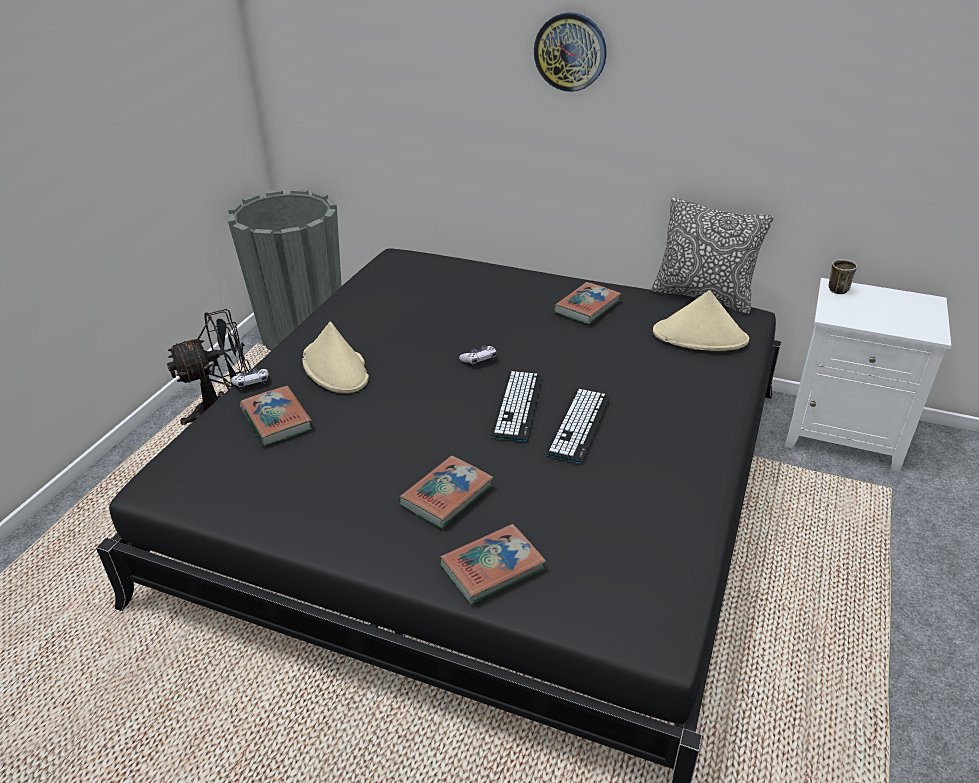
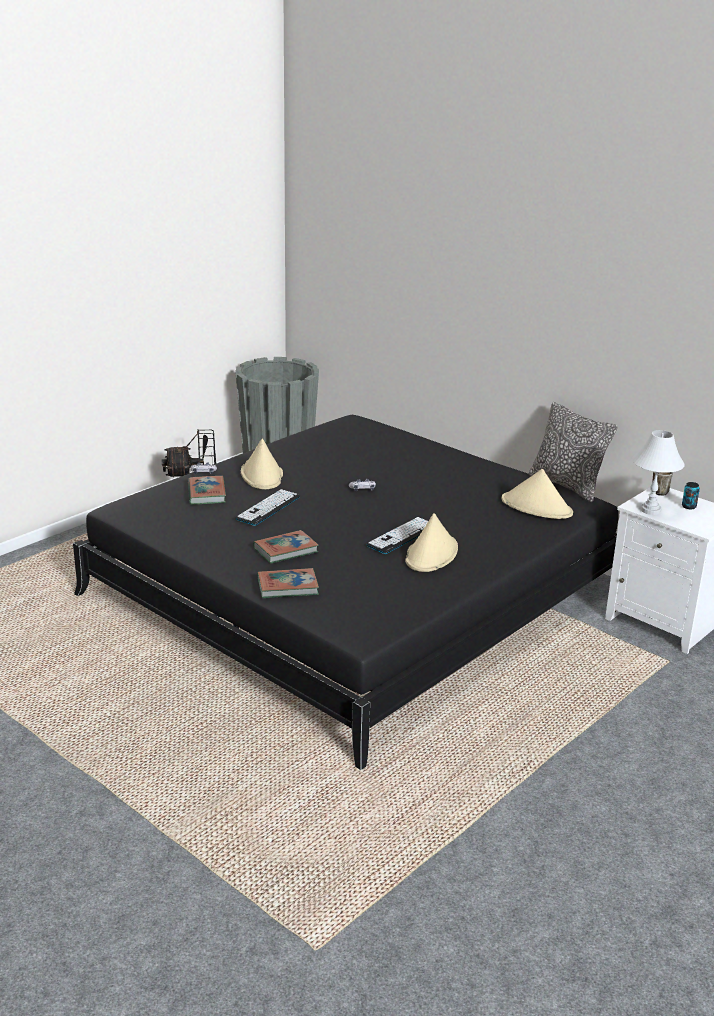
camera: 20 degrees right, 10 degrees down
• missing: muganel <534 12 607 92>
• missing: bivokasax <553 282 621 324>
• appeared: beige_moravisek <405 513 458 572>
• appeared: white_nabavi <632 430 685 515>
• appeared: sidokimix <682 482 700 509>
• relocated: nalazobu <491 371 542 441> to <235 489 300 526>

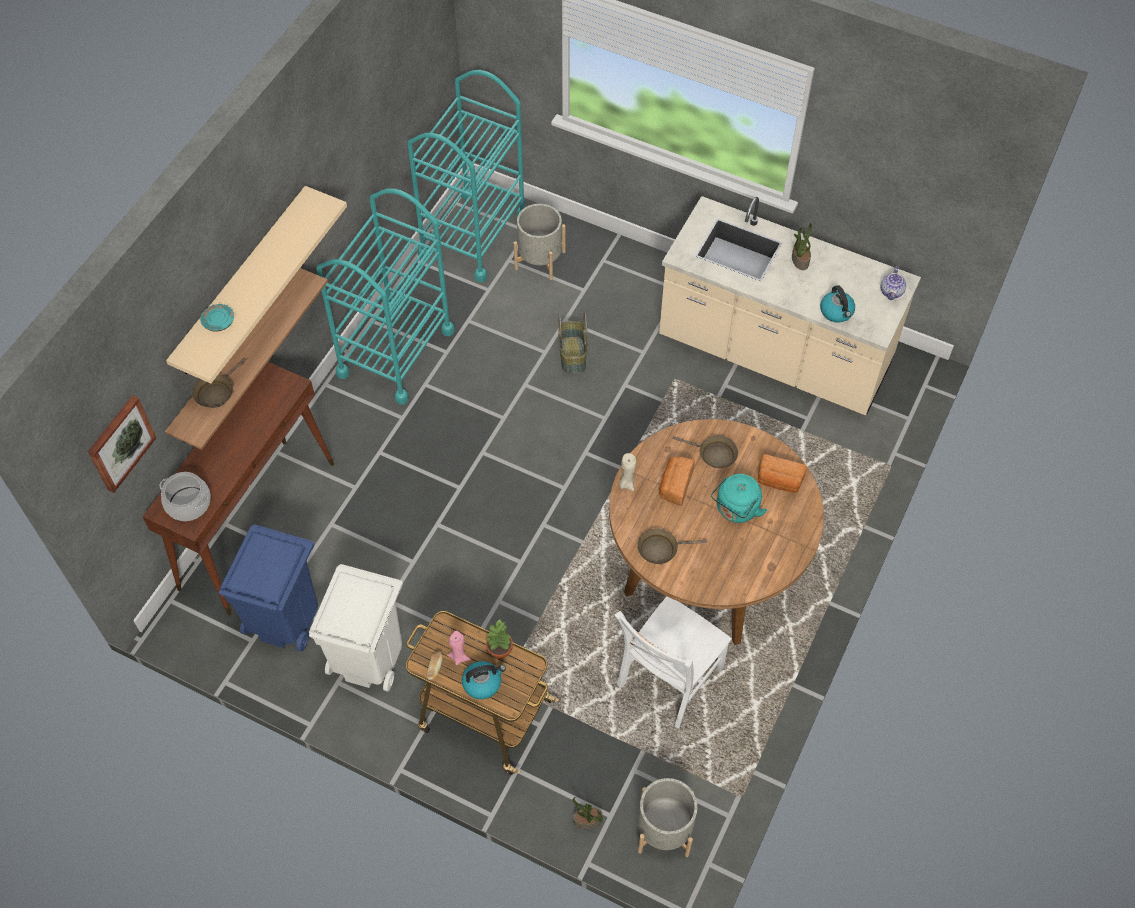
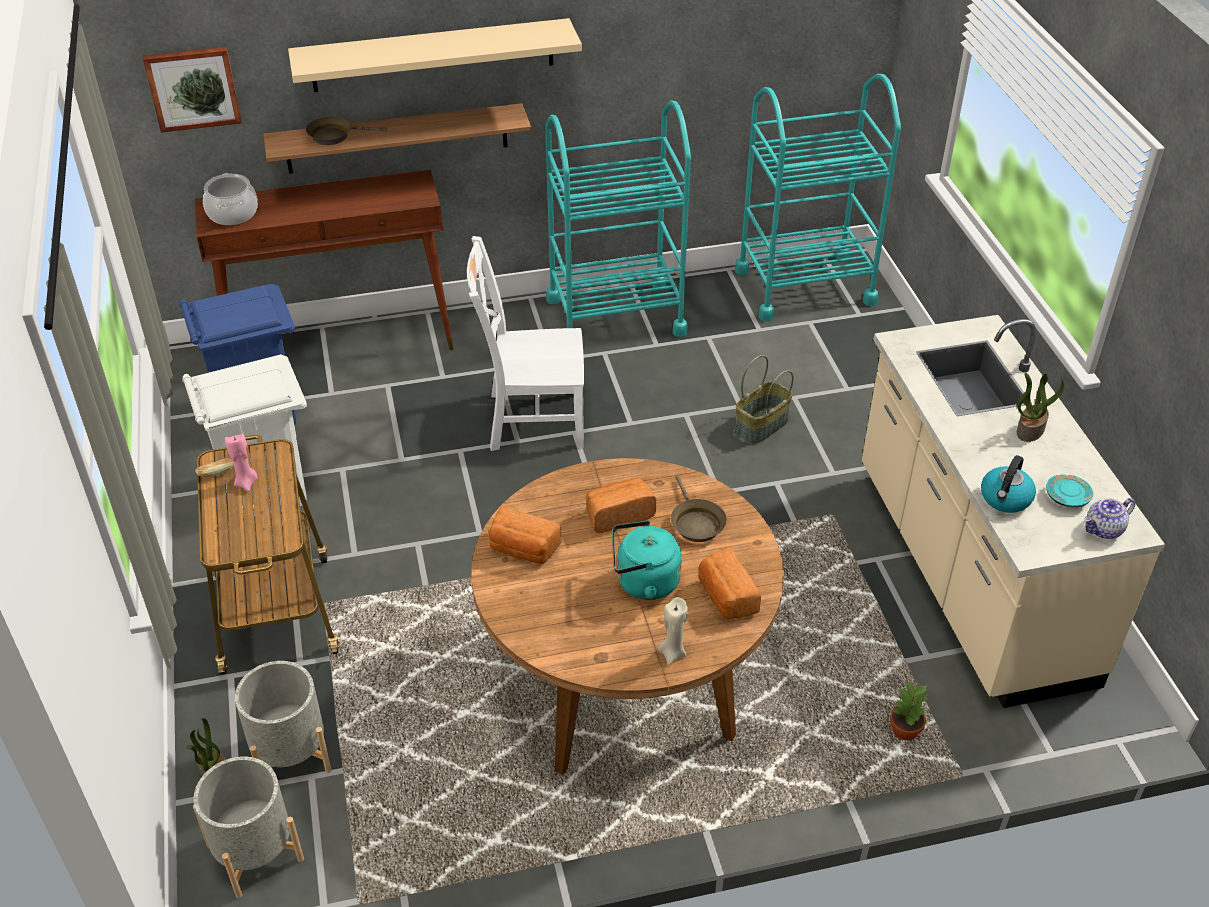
camera: 50 degrees right, 15 degrees down
• missing: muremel <462 661 506 699>
• relocated: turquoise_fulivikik <200 304 234 332> to <1046 474 1093 508>
• relocated: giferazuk <485 620 513 659> to <890 681 928 740>
• relocated: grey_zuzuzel <514 204 566 280> to <235 661 331 773>
• relocated: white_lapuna <615 596 732 728> to <467 236 584 451>
• relocated: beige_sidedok <619 453 636 491> to <658 597 688 665>
• exchanged: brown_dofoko <637 529 707 564> to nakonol <489 507 562 564>

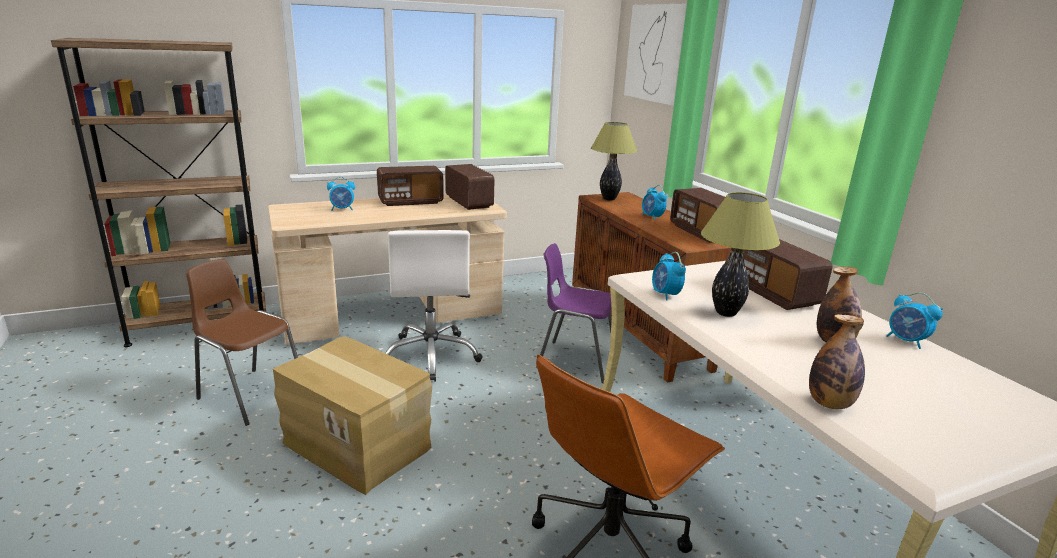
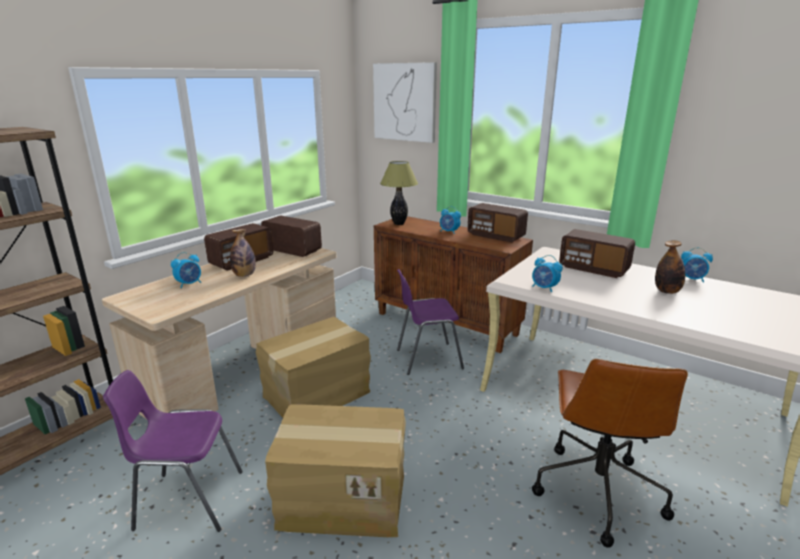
camera: 30 degrees left, 0 degrees up
• missing: nabavi <701 192 780 317>
• relocated: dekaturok <809 314 865 409> to <230 229 256 277>
• exchanged: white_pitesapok <385 230 483 382> to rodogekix <256 317 371 418>
• colour: brown_lapuna <186 259 298 426> to purple_lapuna <103 370 243 532>

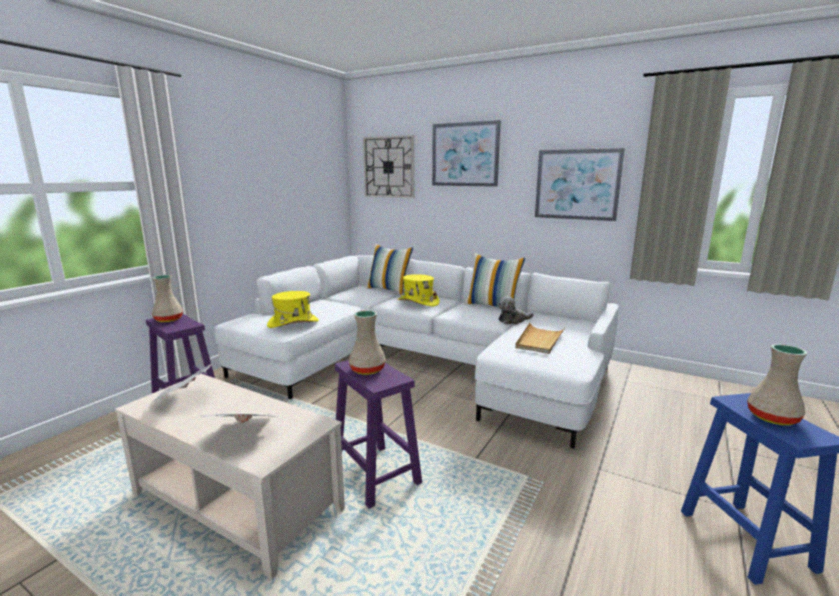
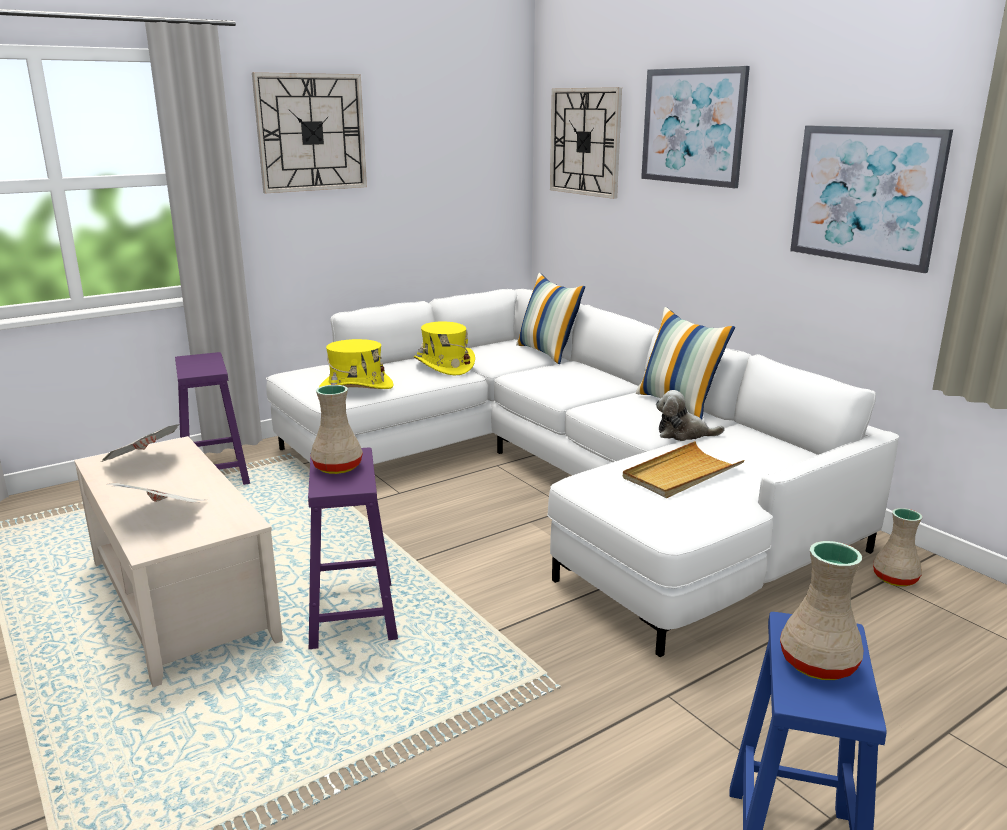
camera: 25 degrees right, 5 degrees up
• appeared: muganel <252 72 367 193>
• relocated: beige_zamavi <152 275 183 322> to <873 508 922 587>
• relocated: yellow_moravisek <398 274 439 306> to <414 321 475 375>

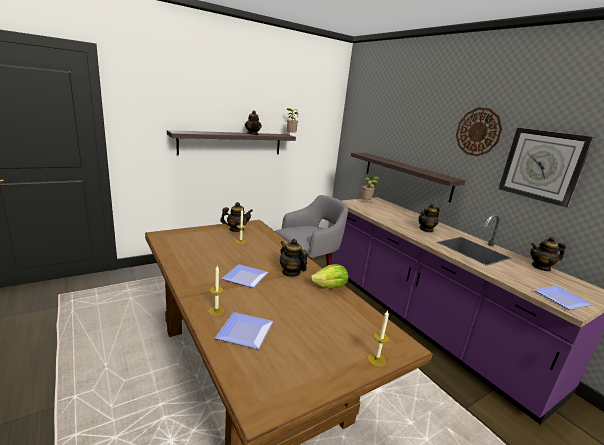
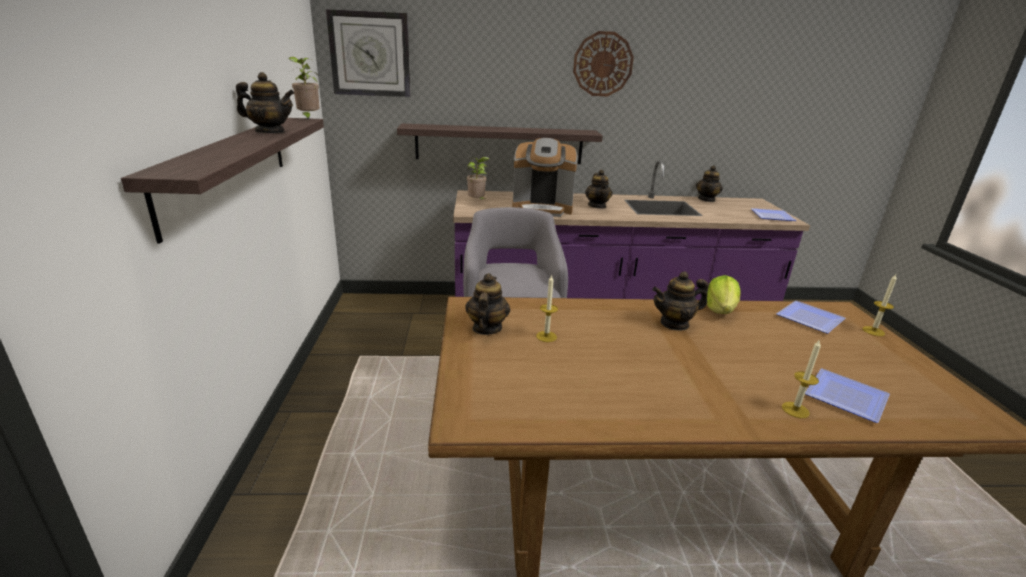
camera: 60 degrees left, 5 degrees up
• appeared: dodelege <512 138 577 217>
• relocated: fulivikik <221 264 268 288> to <776 301 846 333>
• relocated: muganel <499 127 594 208> to <326 9 411 97>

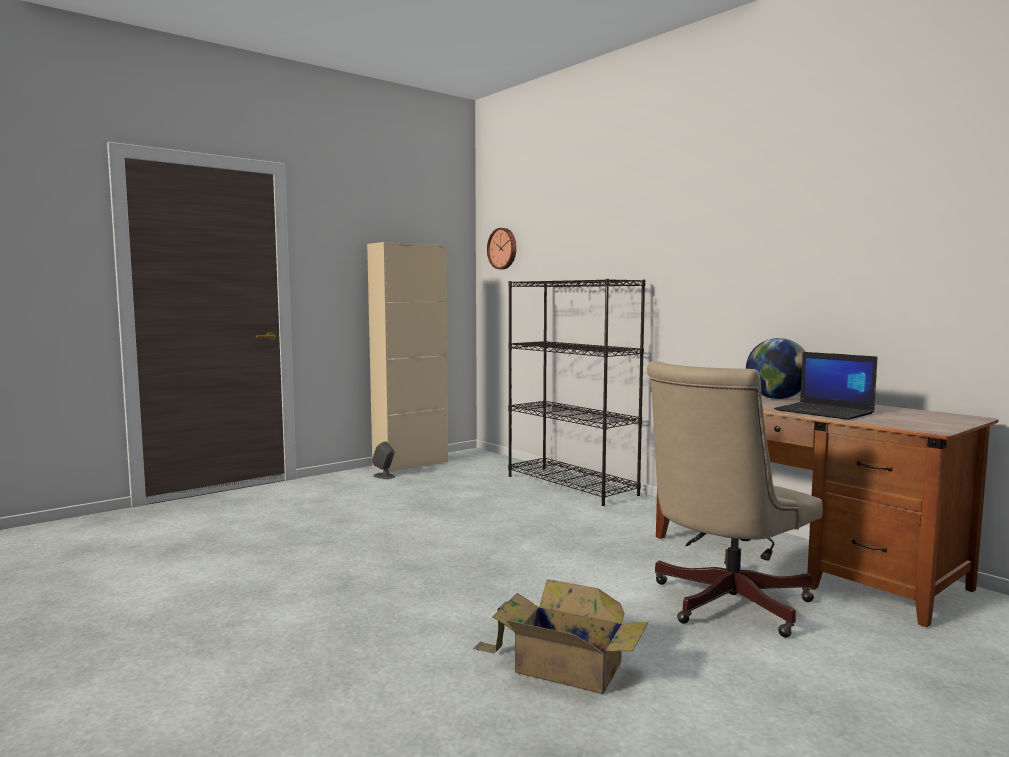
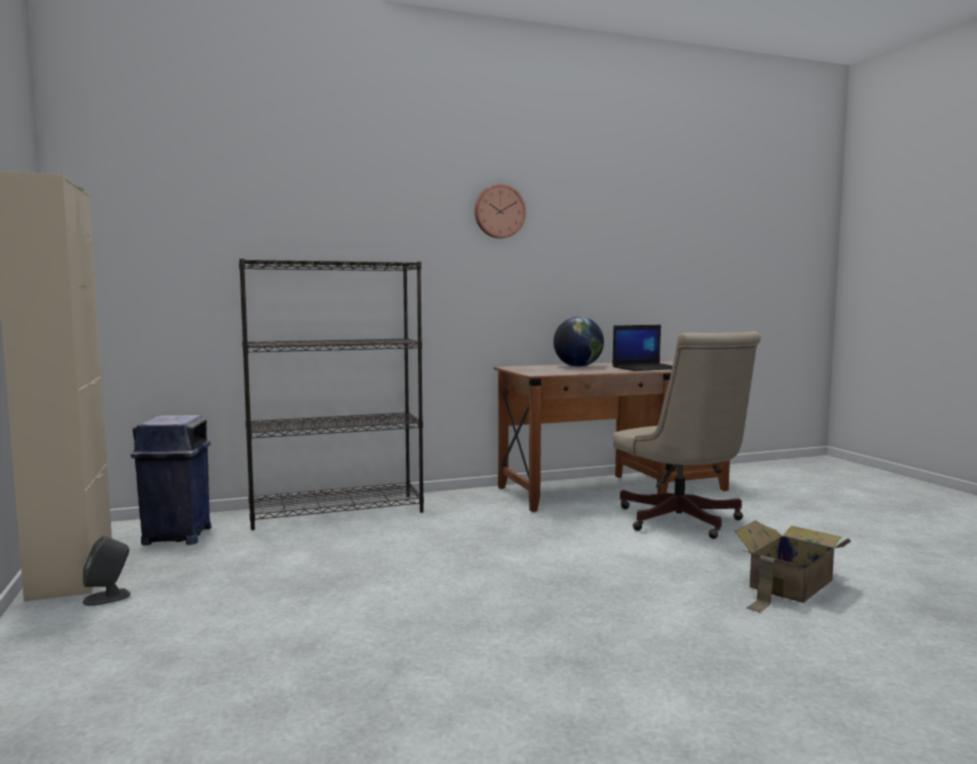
camera: 70 degrees left, 0 degrees up
• appeared: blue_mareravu <131 415 212 545>
• relocated: muganel <487 228 517 269> to <474 184 526 238>

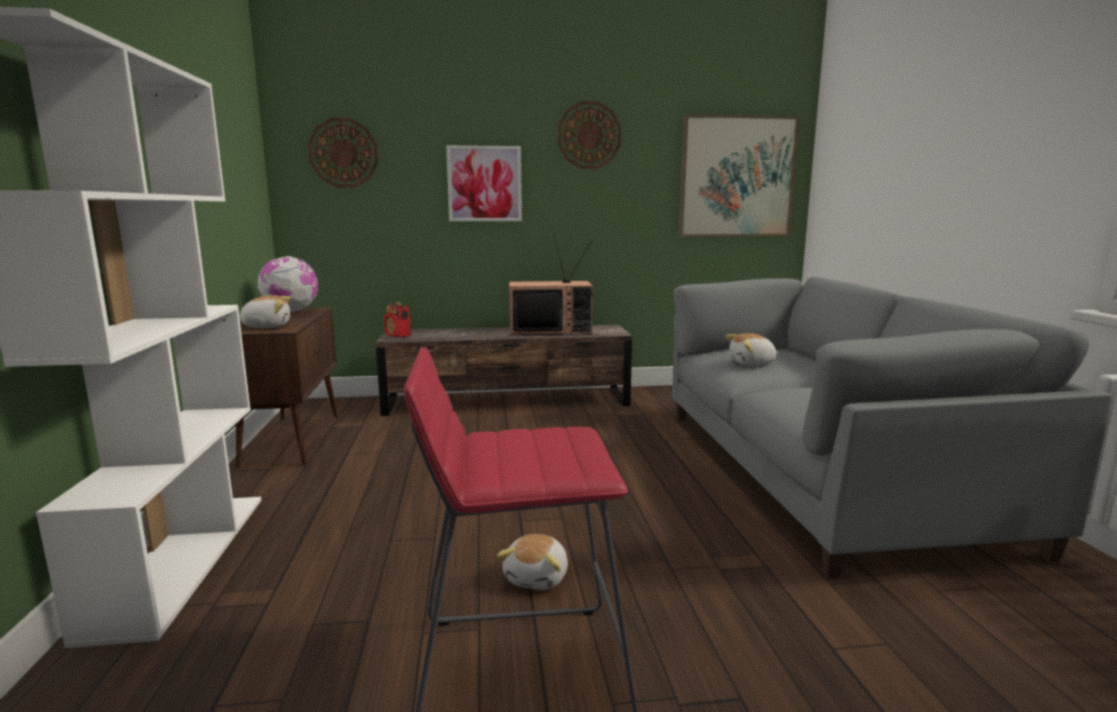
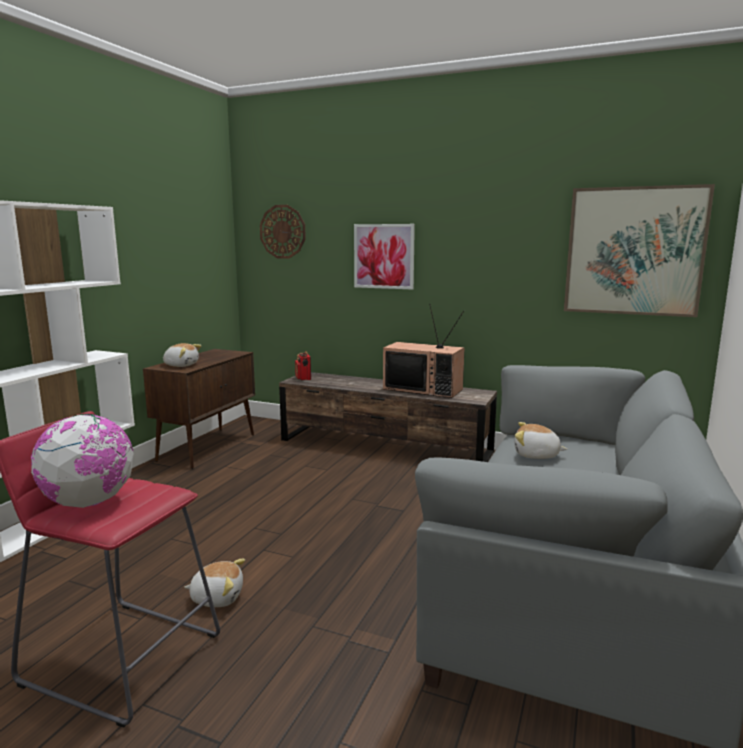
camera: 30 degrees right, 0 degrees up
• missing: muganel <558 101 621 169>
• relocated: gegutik <258 256 318 312> to <31 414 134 508>
• spun: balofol <497 534 568 590> = <184 559 245 607> 135 degrees counterclockwise

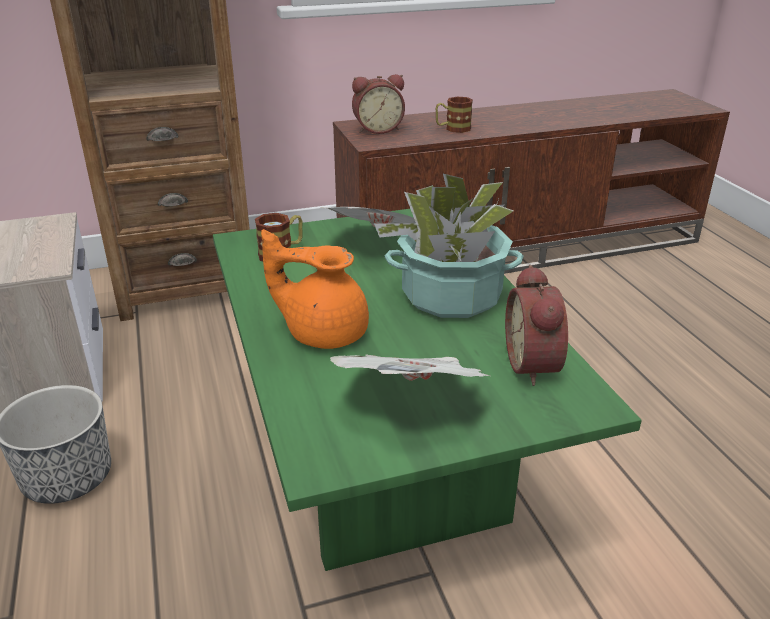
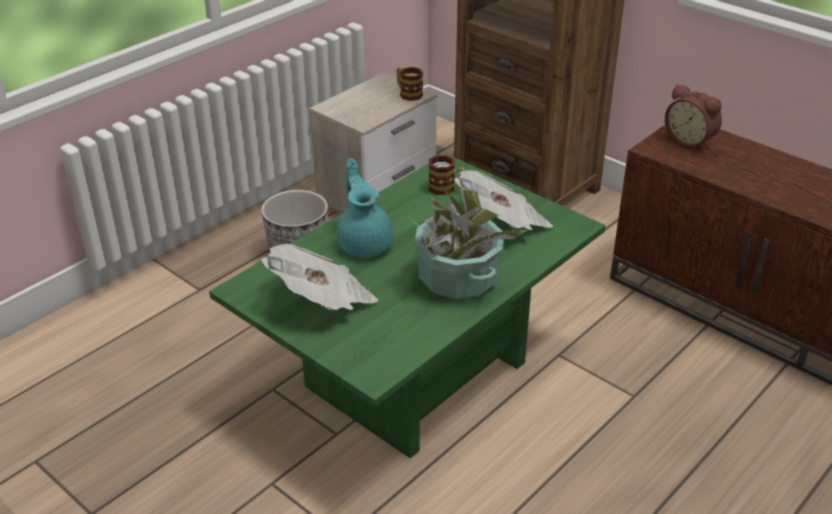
camera: 60 degrees right, 5 degrees up
• missing: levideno <505 265 568 386>
• relocated: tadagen <435 97 473 133> to <397 67 423 101>
• colour: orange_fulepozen <261 229 369 349> to turquoise_fulepozen <336 158 394 257>

